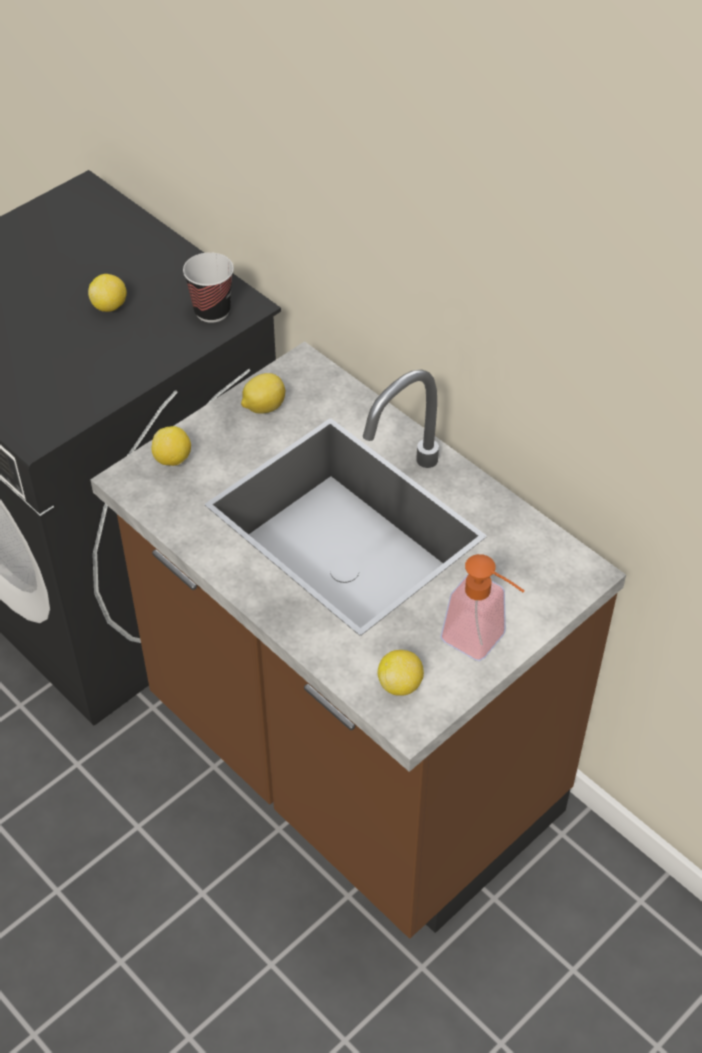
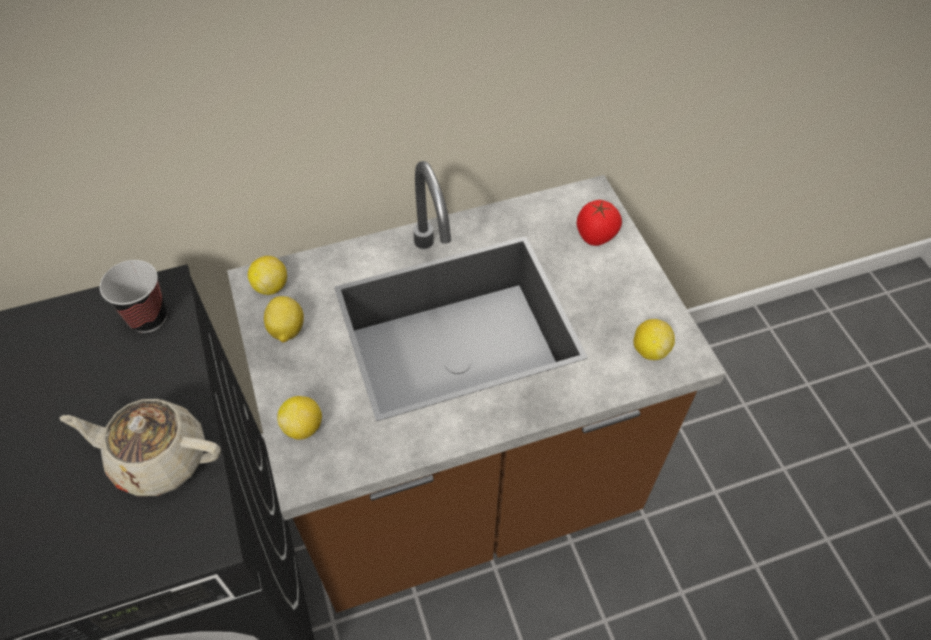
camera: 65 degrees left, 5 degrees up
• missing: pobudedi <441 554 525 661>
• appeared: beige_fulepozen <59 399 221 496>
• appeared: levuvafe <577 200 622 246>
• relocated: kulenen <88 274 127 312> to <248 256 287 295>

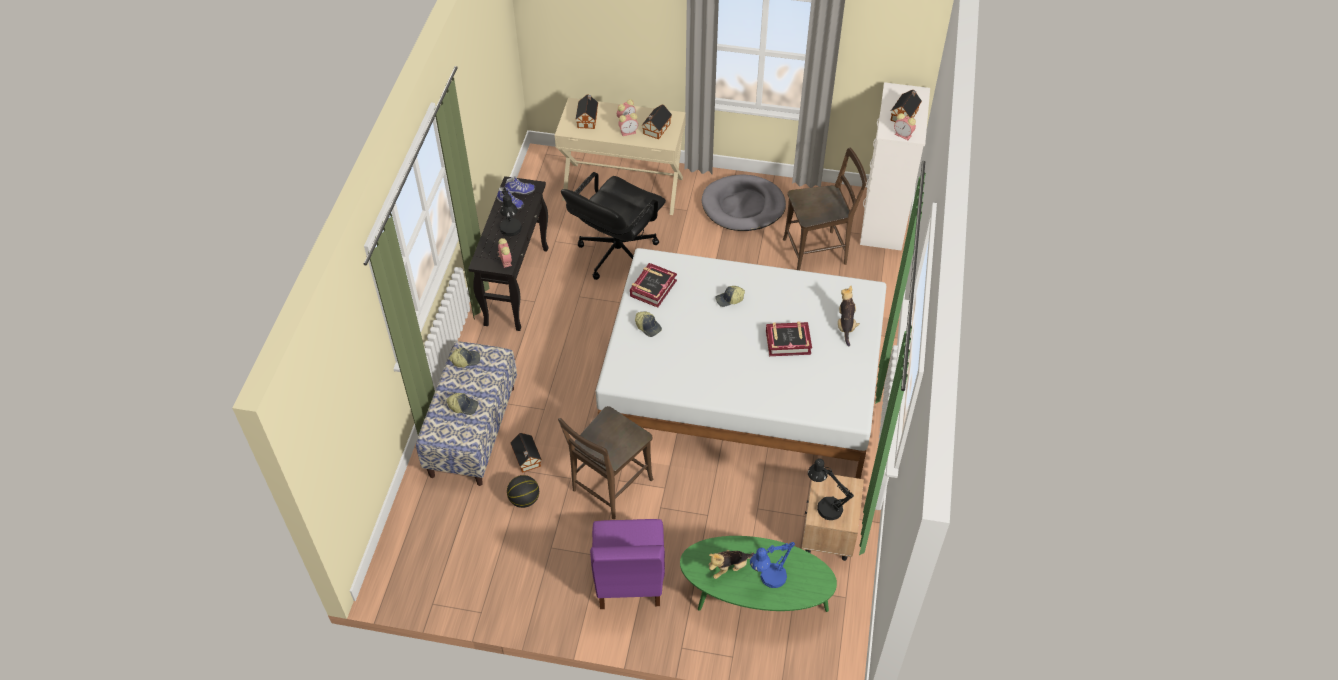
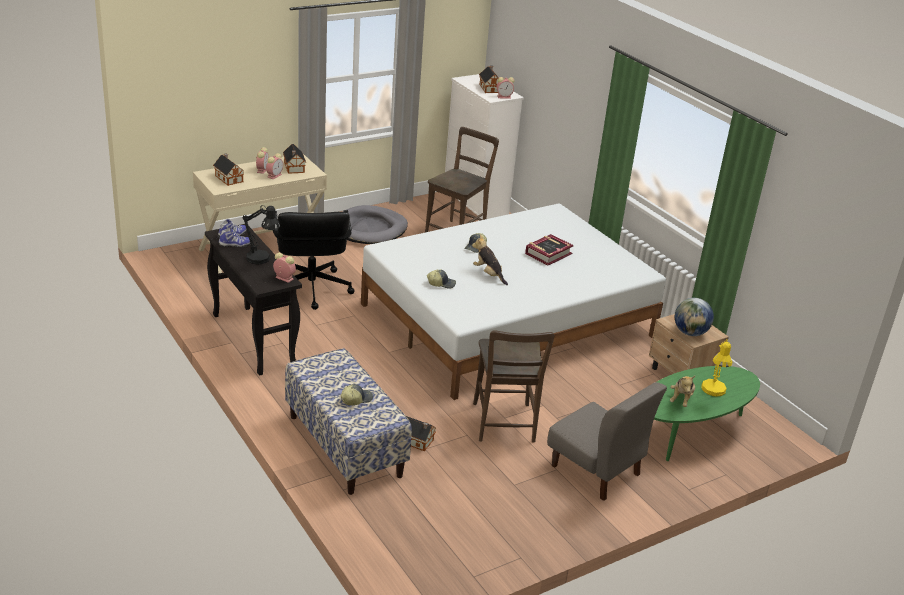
camera: 45 degrees left, 20 degrees down
• missing: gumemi <449 347 480 367>
• missing: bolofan <507 475 539 508>
• missing: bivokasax <630 263 677 307>
• relocated: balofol <838 285 860 346> to <472 235 508 285>
• exchanged: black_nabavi <808 458 854 520> to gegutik <675 298 714 336>
• colour: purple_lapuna <590 519 665 609> to grey_lapuna <547 382 667 501>
• colour: blue_nabavi <750 542 795 588> to yellow_nabavi <701 339 733 396>

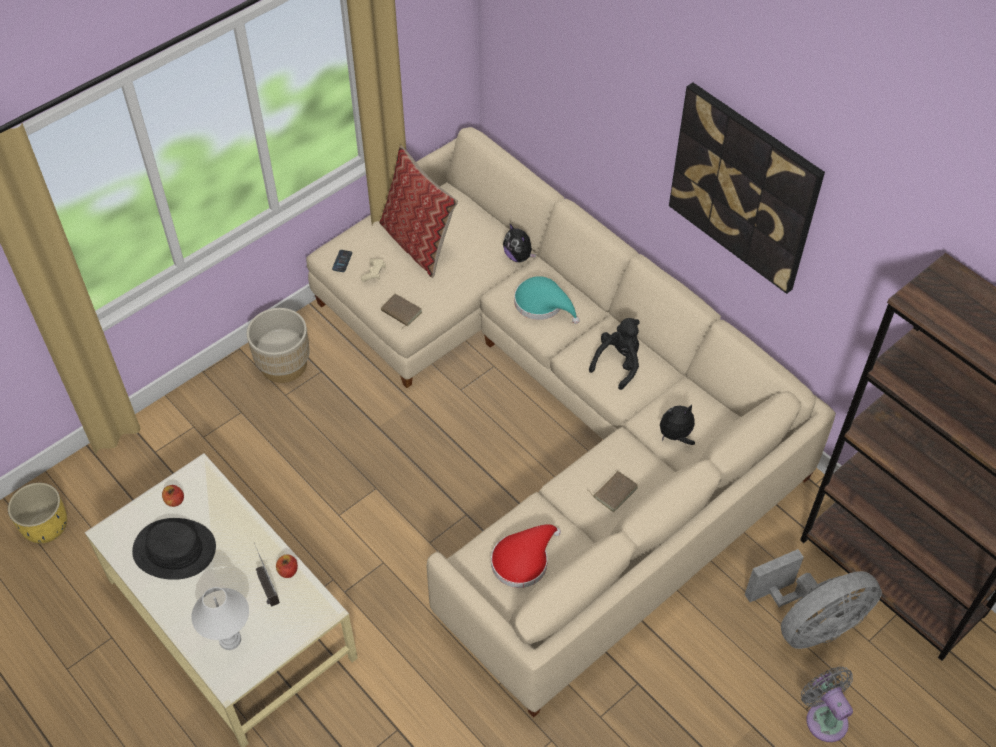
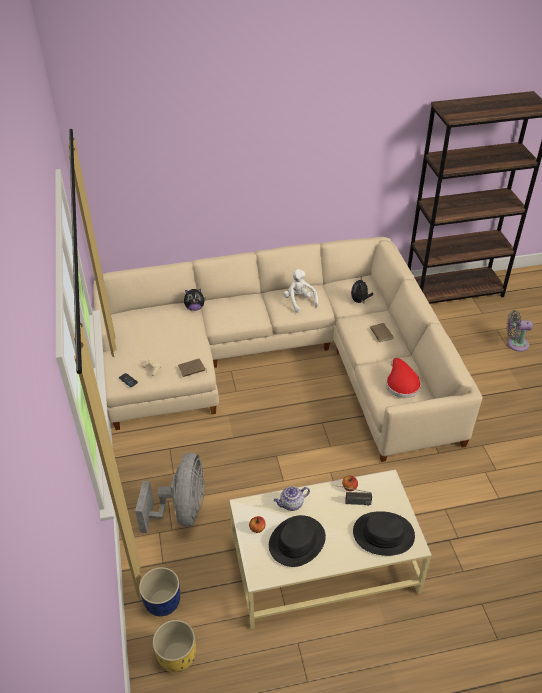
camera: 60 degrees left, 10 degrees down
• missing: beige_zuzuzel <247 308 310 383>
• missing: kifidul <379 146 458 278>
• missing: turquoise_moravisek <514 276 580 324>
• missing: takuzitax <669 82 825 294>
• appeared: blue_zuzuzel <139 567 180 617>
• appeared: fulepozen <274 486 310 511>
• relocated: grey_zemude <745 549 882 649> to <135 453 205 533>
• exchanged: white_nabavi <191 587 249 650> to black_moravisek <353 511 415 556>
• colour: black_balofol <589 318 640 390> to white_balofol <283 269 318 313>

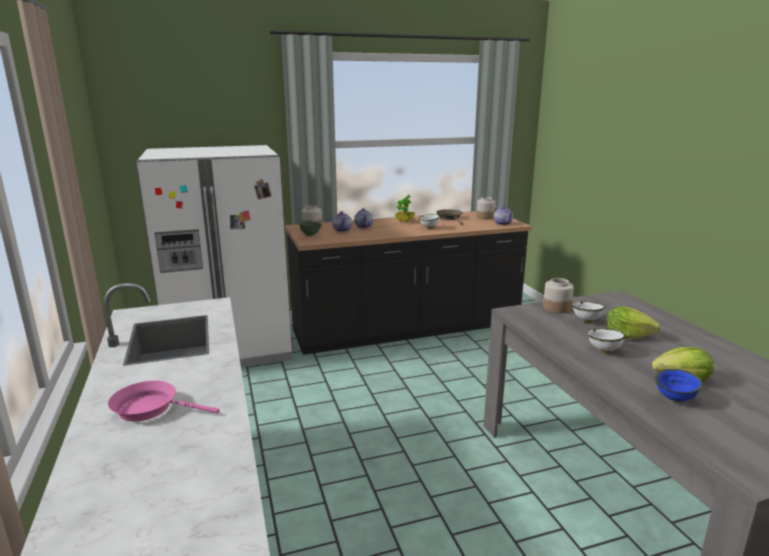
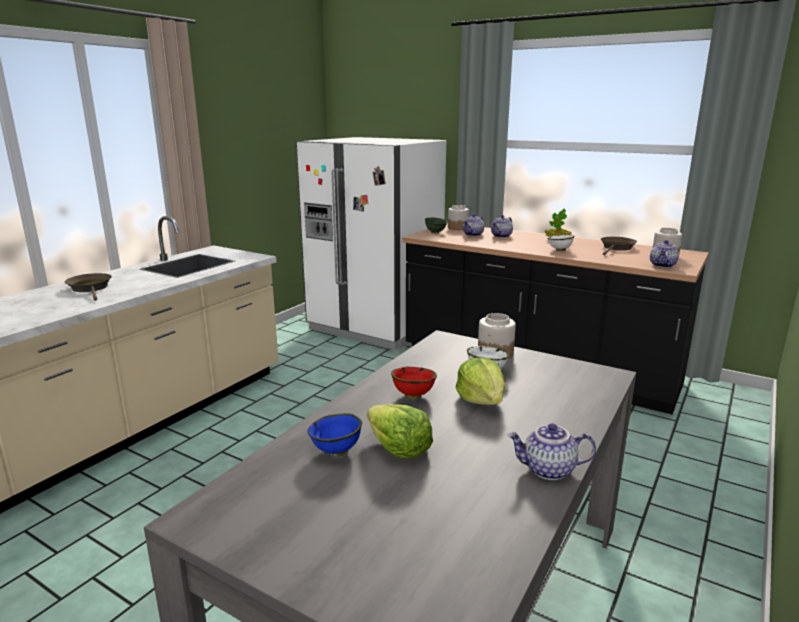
camera: 50 degrees right, 0 degrees up
• appeared: fulepozen <507 423 596 480>
• colour: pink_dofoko <108 381 219 421> to brown_dofoko <65 273 112 301>
• colour: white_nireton <587 328 626 354> to red_nireton <391 367 437 399>

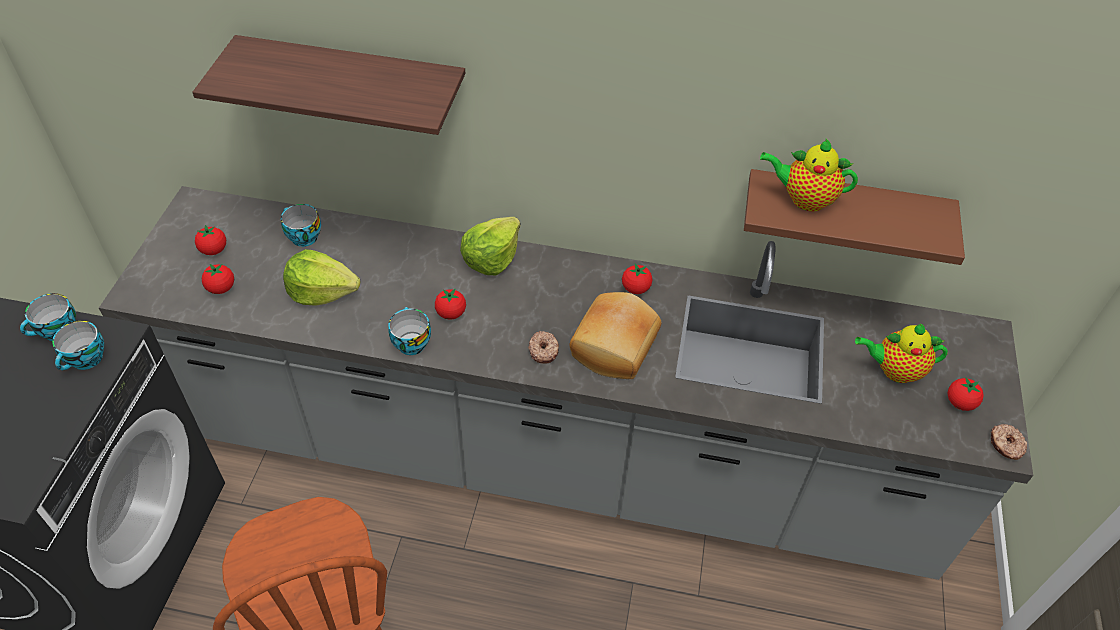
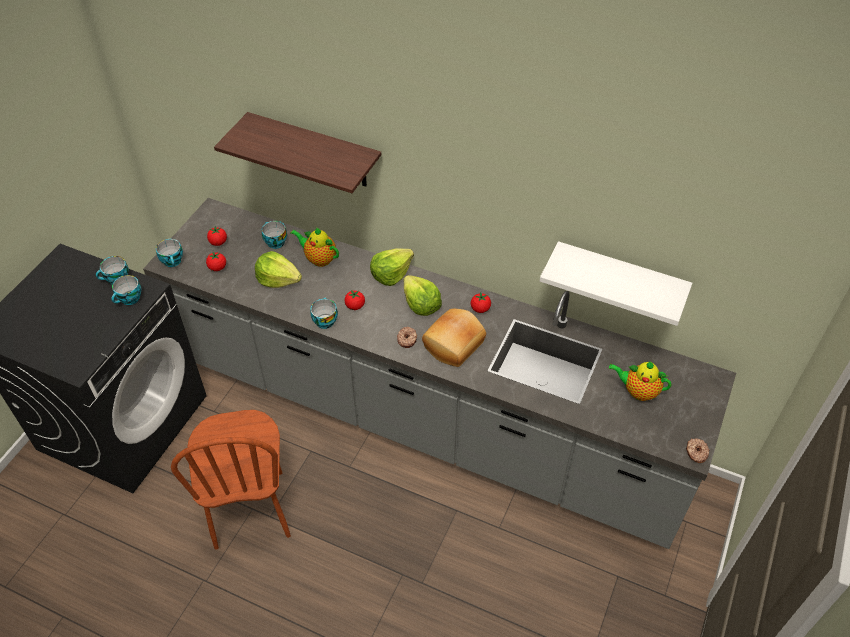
camera: 15 degrees right, 0 degrees up
• missing: levuvafe <948 378 984 411>
• appeared: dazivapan <156 239 183 267>
• appeared: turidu <403 275 442 316>
• relocated: fulepozen <760 139 858 211> to <291 227 339 267>
• colour: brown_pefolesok <744 169 965 265> to white_pefolesok <540 241 692 326>

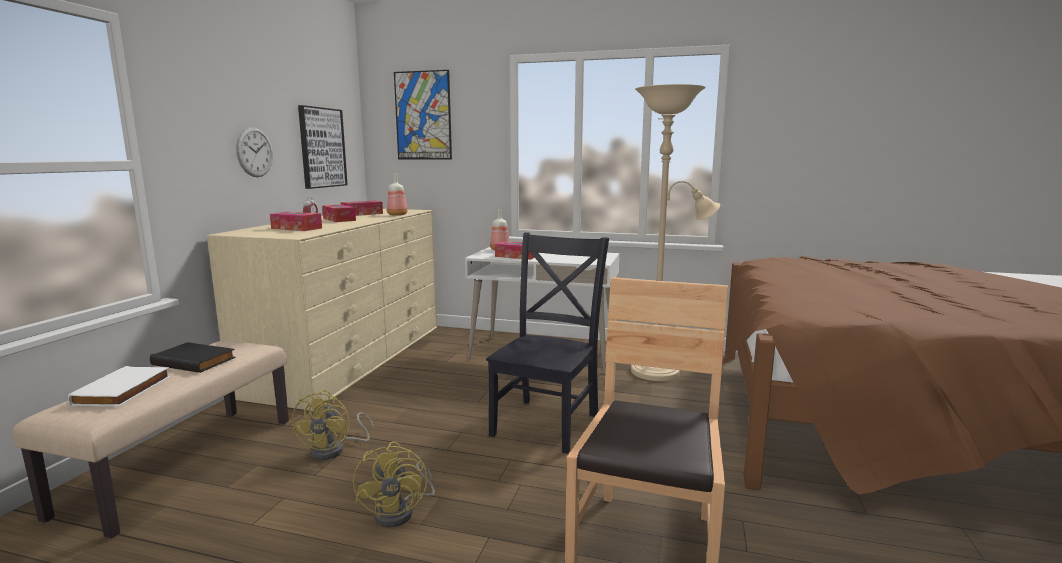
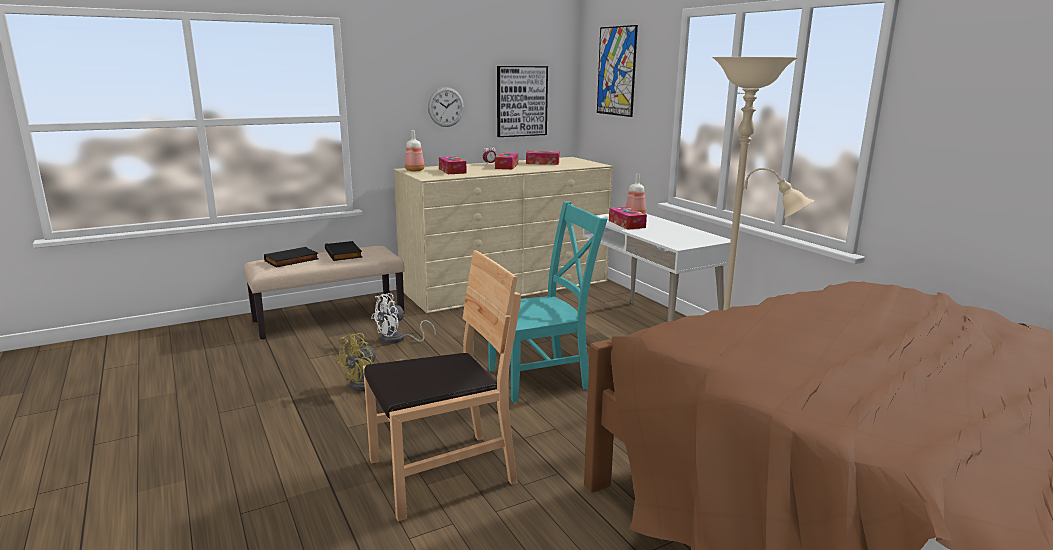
camera: 45 degrees right, 5 degrees up
• relocated: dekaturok <387 173 408 216> to <405 130 425 171>
• colour: white_bivokasax <68 366 170 407> to black_bivokasax <264 247 319 268>
• colour: yellow_zemude <291 390 374 460> to white_zemude <371 293 436 344>
• colour: black_lapuna <486 232 609 454> to turquoise_lapuna <488 201 607 402>

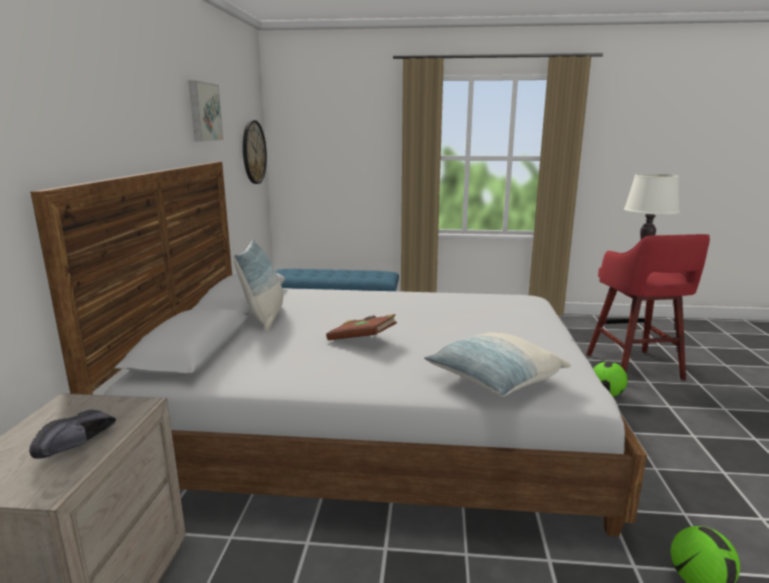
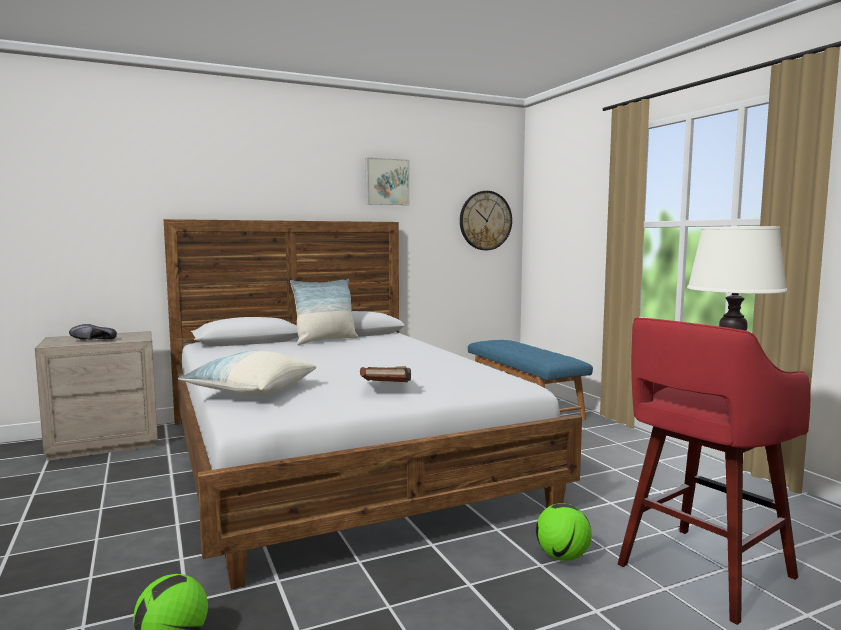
camera: 60 degrees right, 10 degrees down
• relocated: brown_bivokasax <326 314 397 340> to <360 366 411 382>

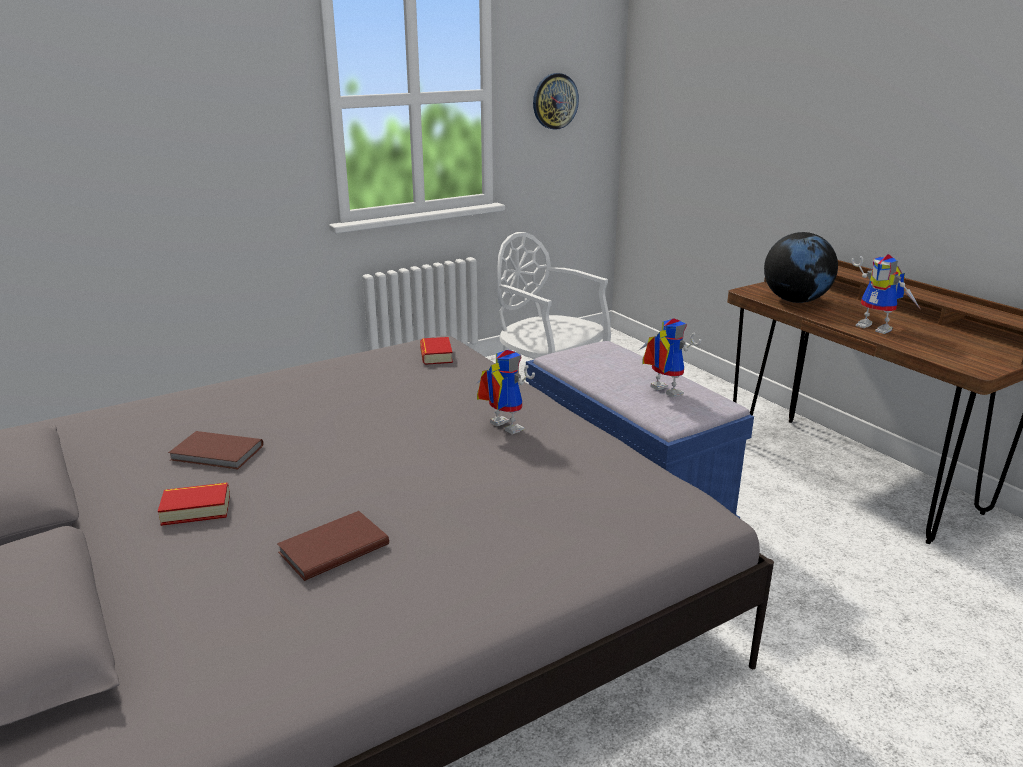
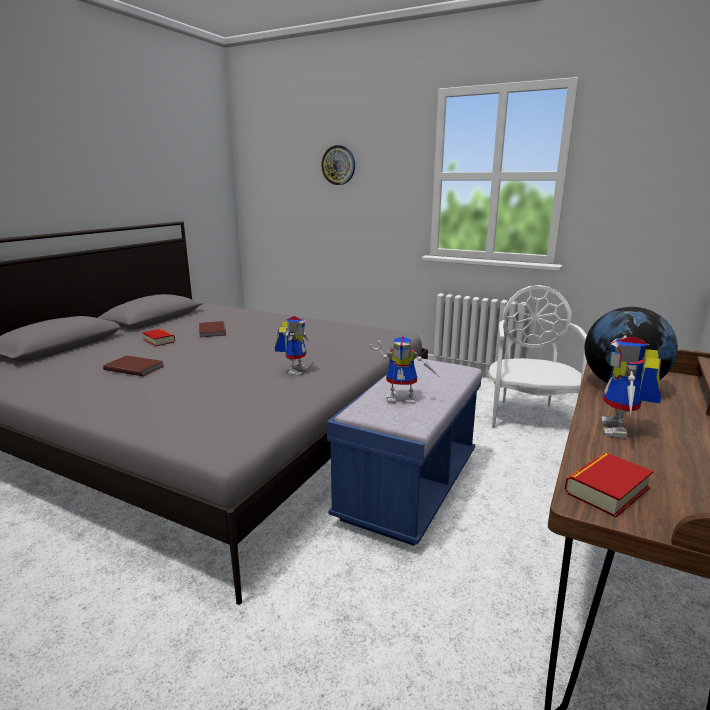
camera: 60 degrees right, 5 degrees down
• relocated: bivokasax <420 337 453 365> to <565 452 653 517>
• relocated: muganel <533 73 579 130> to <321 145 355 185>
• spun: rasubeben <639 318 701 397> = <370 335 437 404> 75 degrees clockwise

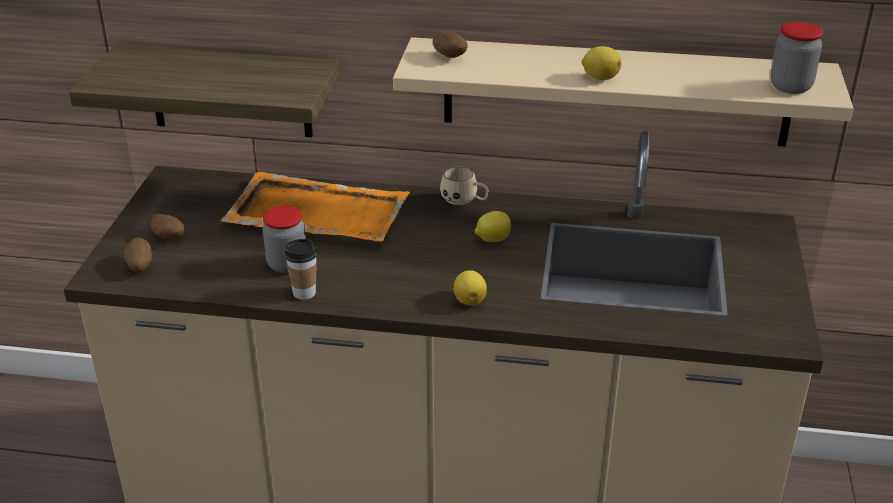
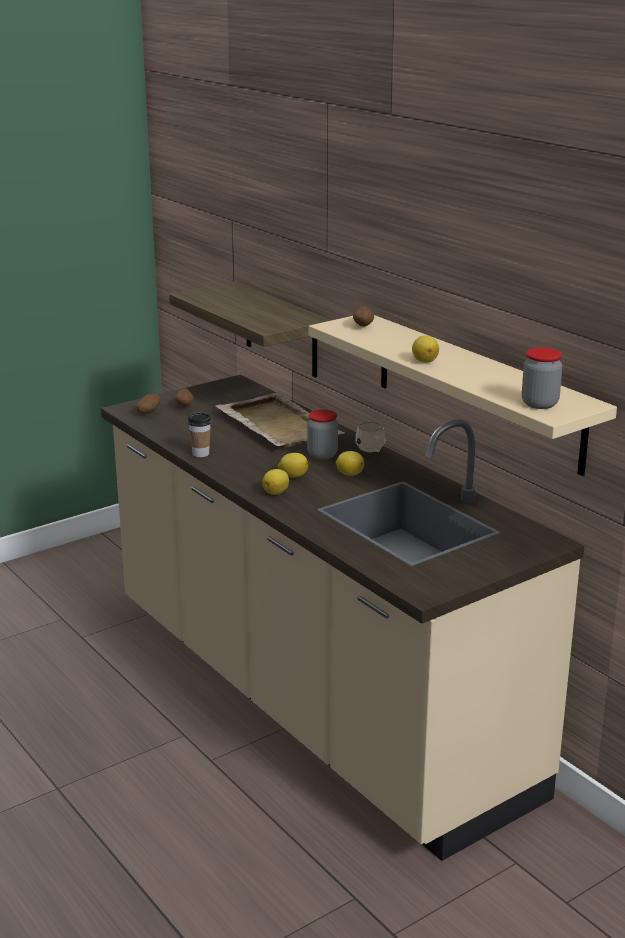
camera: 45 degrees right, 10 degrees down
• appeared: kulenen <278 453 308 478>
• relocated: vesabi <263 206 306 273> to <307 409 338 460>
• colour: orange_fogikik <220 172 410 241> to beige_fogikik <216 393 345 448>

